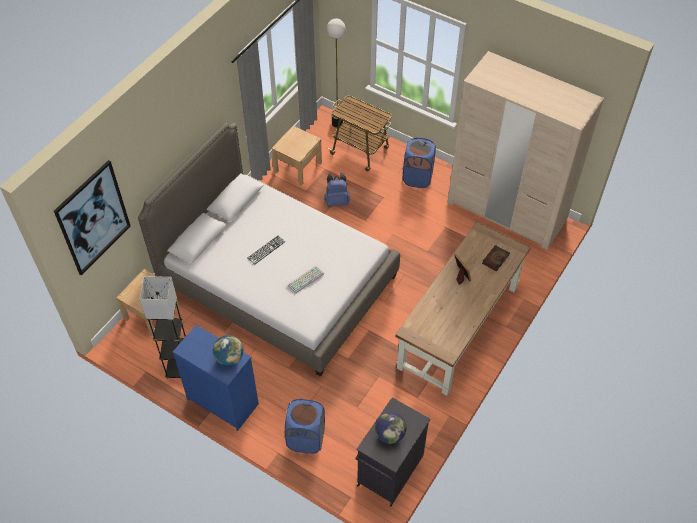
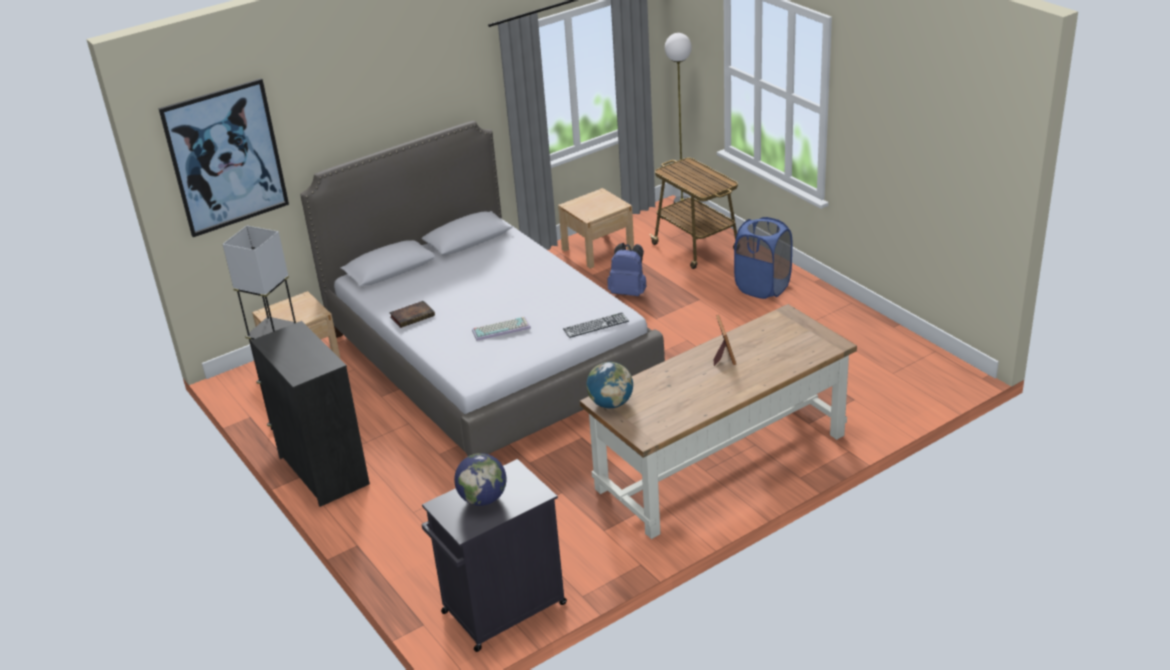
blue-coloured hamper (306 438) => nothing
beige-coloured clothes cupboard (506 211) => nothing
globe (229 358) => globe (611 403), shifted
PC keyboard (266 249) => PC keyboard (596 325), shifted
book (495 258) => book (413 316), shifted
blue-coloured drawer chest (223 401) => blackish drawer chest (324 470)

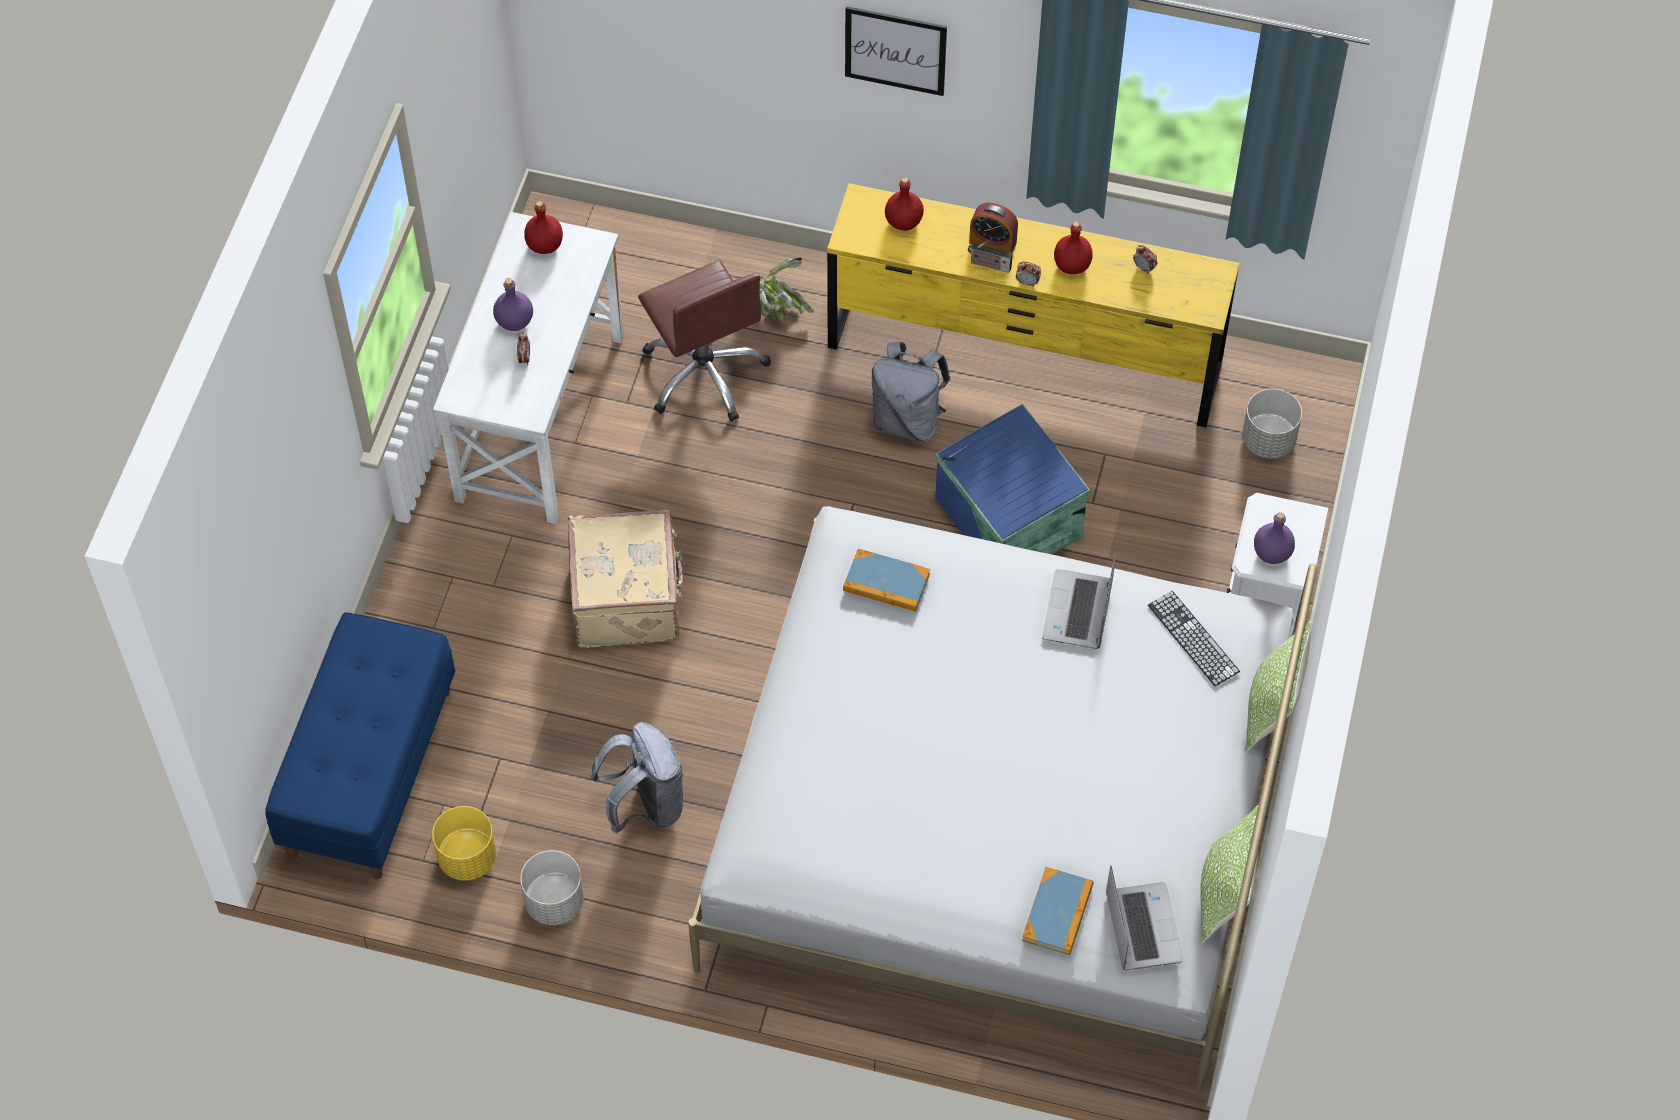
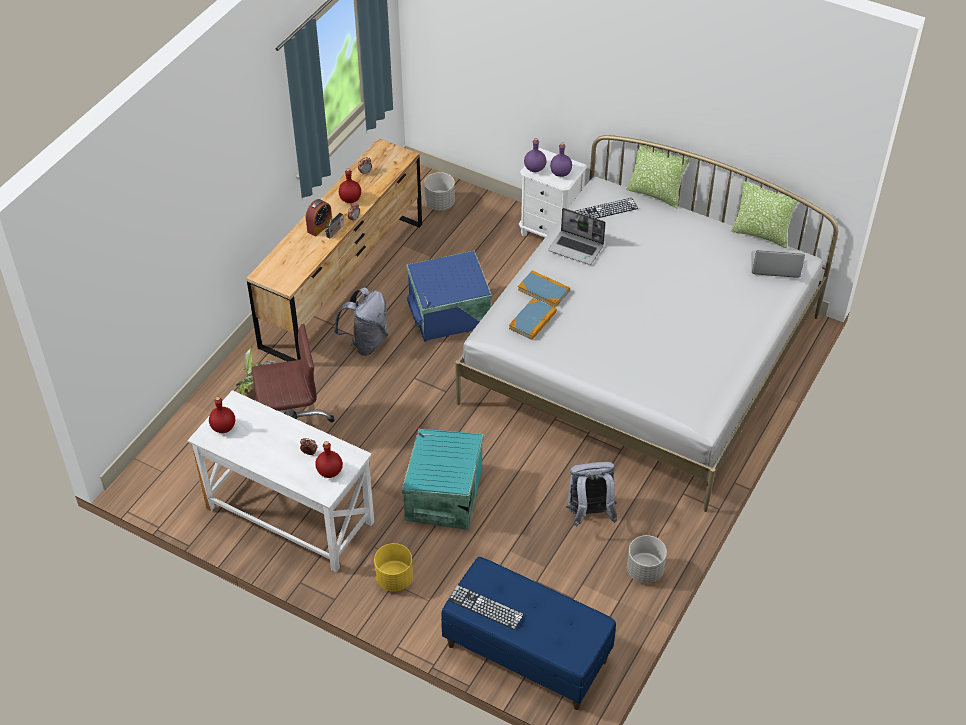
wall picture (895 50) => nothing
nothing => PC keyboard (486 607)
yellow-coloured plant pot (467 857) => yellow-coloured plant pot (394 579), shifted
purple drink bottle (514 322) => purple drink bottle (535 169), shifted
red-coloured drink bottle (903 221) => red-coloured drink bottle (329 472), shifted
book (1057 913) => book (543 290), shifted
beige-coloured suitcase (628 599) => turquoise-coloured storage bin (442 495)
yellow-coloured drawer chest (1024 355) => brown-coloured drawer chest (343 284)

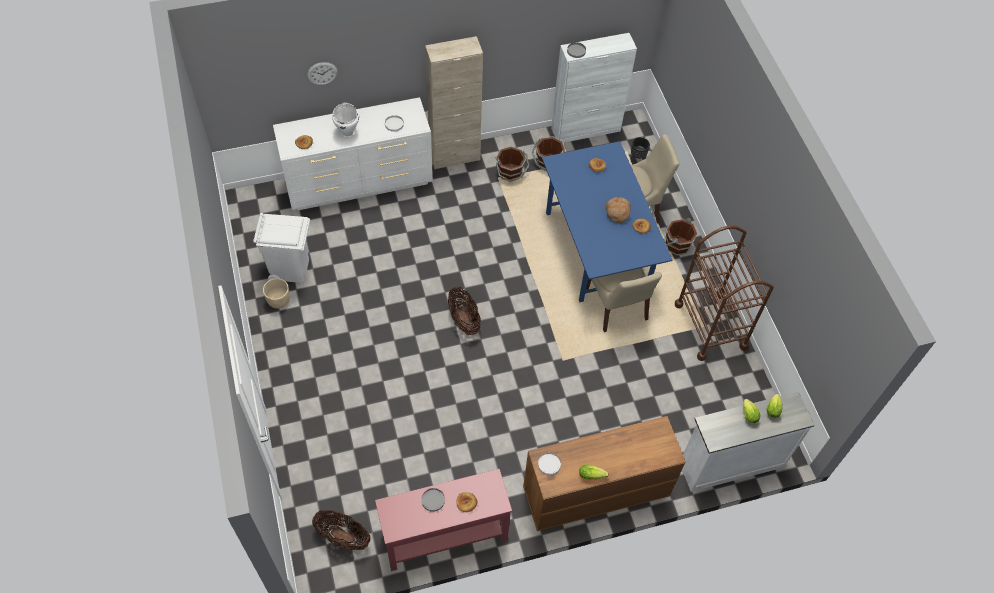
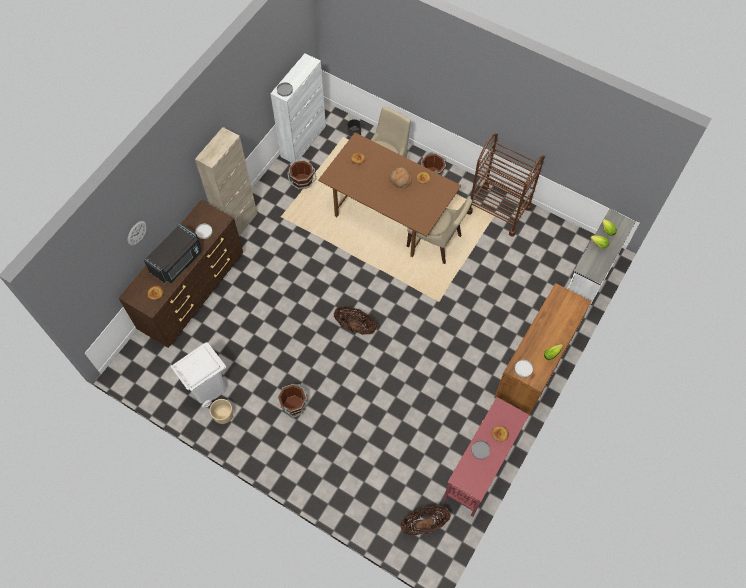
brown-coloured pail (510 173) => brown-coloured pail (294 405), shifted
whitish stockpot (348 132) => blackish microwave oven (178 261)
whitish drawer chest (360 183) => brown-coloured drawer chest (193 292)
blue-coloured kitchen table (595 248) => brown-coloured kitchen table (387 215)

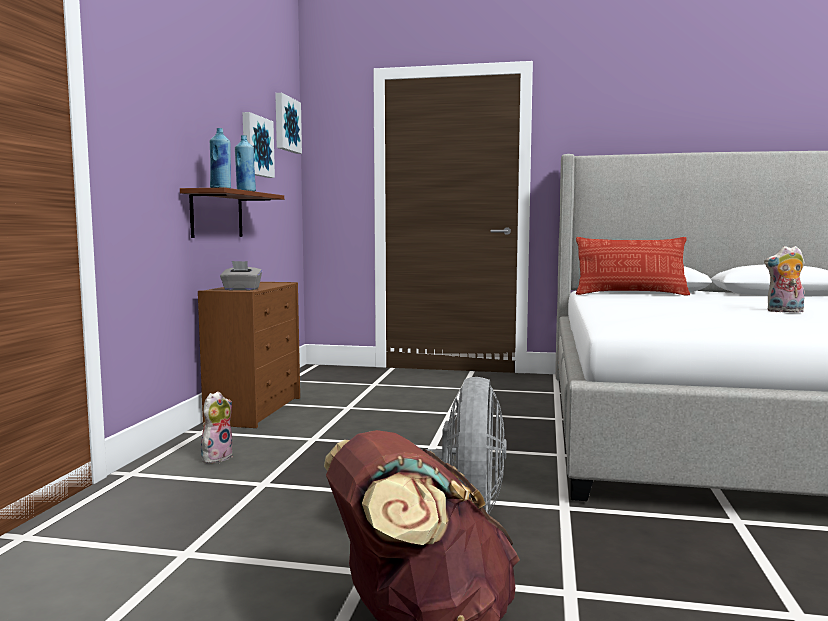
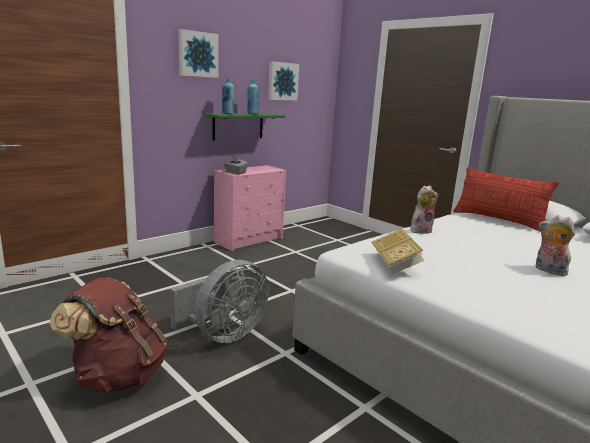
nothing => book (395 263)
cuddly toy (216 457) => cuddly toy (420 230), shifted
wall picture (286 124) => wall picture (197 54), shifted
brown-coloured shelf (217 214) => green-coloured shelf (238 126)
brown-coloured drawer chest (255 410) => pink drawer chest (249 240)

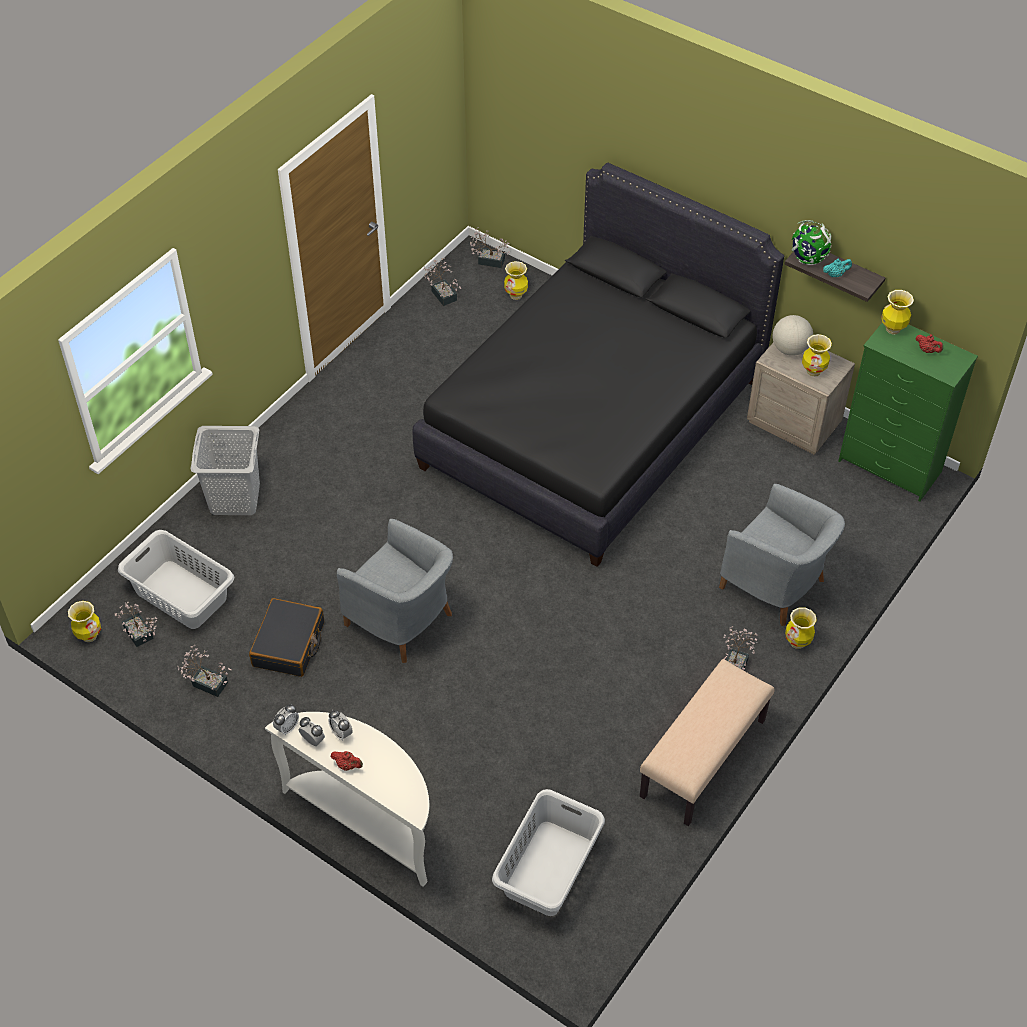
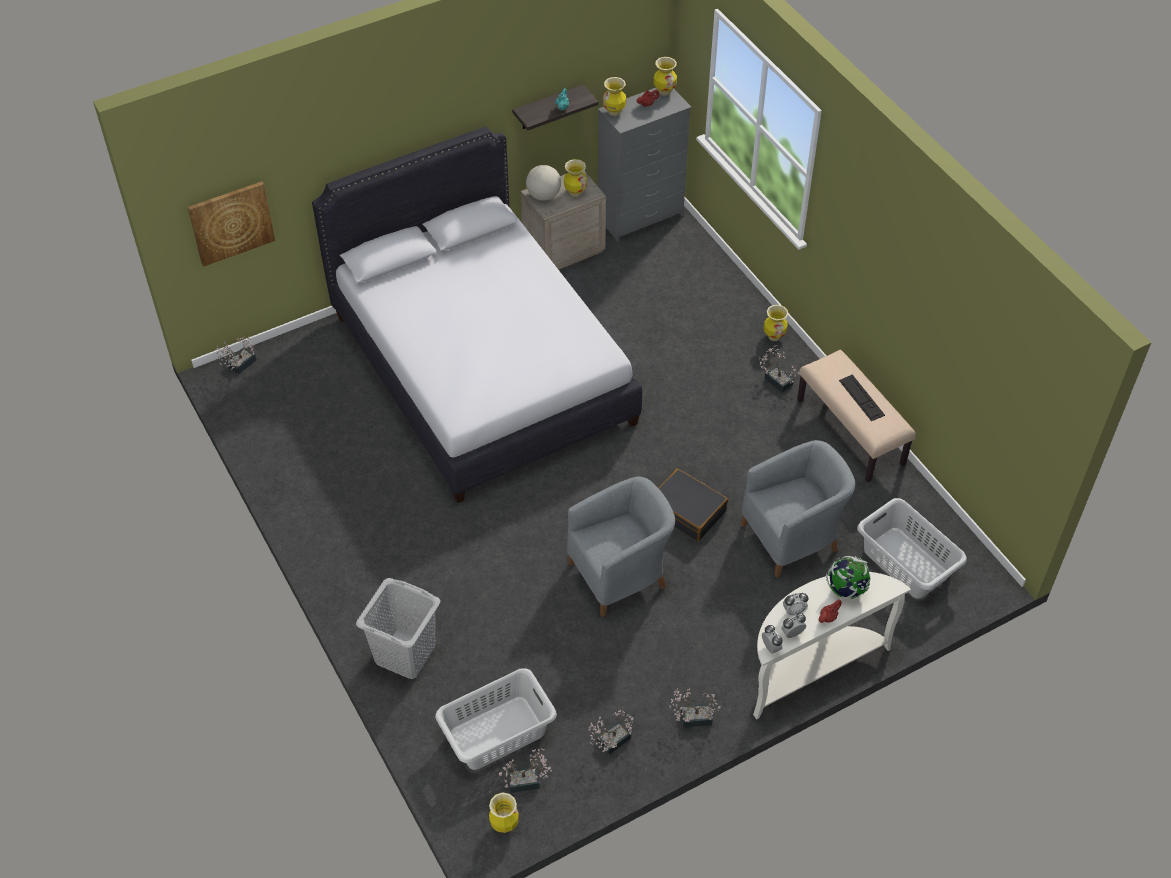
nothing => wall picture (231 222)
nothing => PC keyboard (861 398)
blackish suitcase (289 644) => blackish suitcase (687 511), shifted
houseplant (443 293) => houseplant (692 717), shifted
vase (516 295) => vase (664 91), shifted
greyish easy chair (776 586) => greyish easy chair (793 536), shifted
globe (808 259) => globe (846 590), shifted
blackish bedroom bed (592 422) => whitish bedroom bed (482 369)
green-coloured drawer chest (890 467) => greyish drawer chest (641 217)

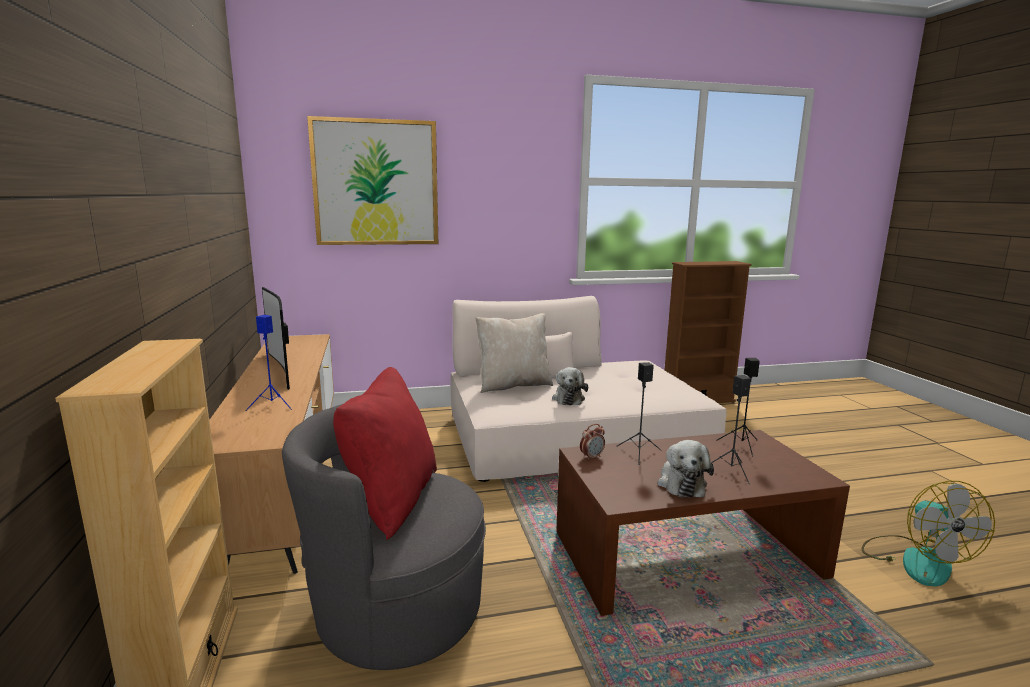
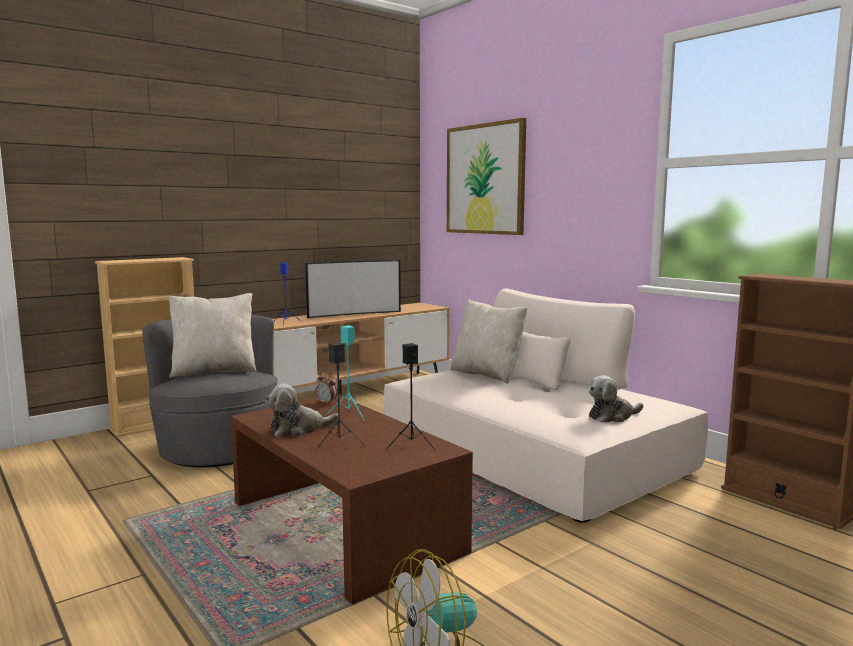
cuddly toy (568 398) => cuddly toy (612 416), shifted
red-coloured cushion (391 500) => beige-coloured cushion (214 371)
blackish loudspeaker (639 453) => turquoise-coloured loudspeaker (348 414)
TV (283 369) => TV (354 314), 150 degrees counterclockwise

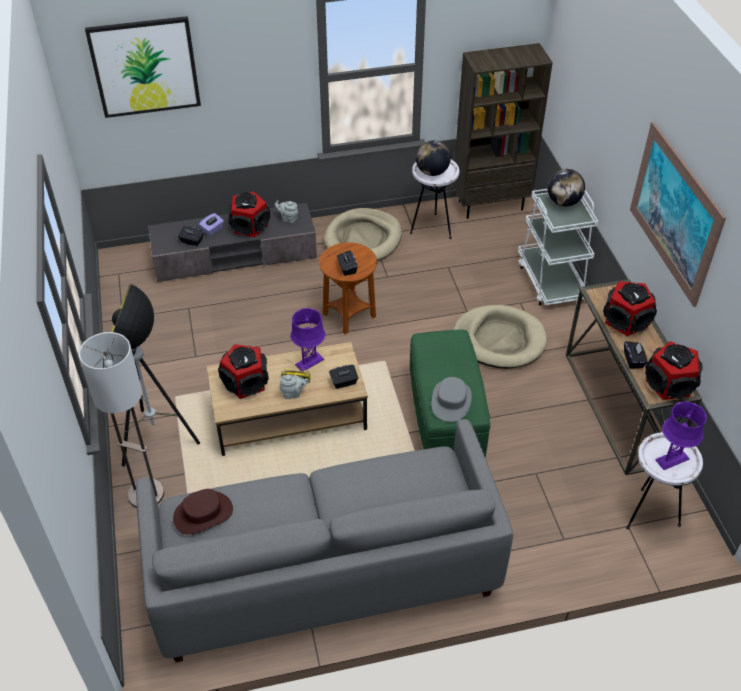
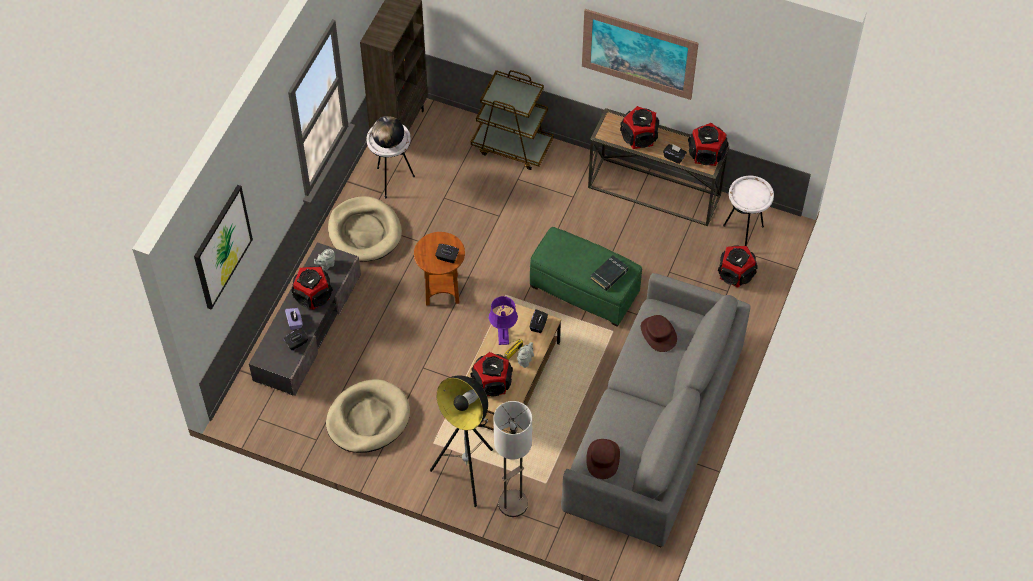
globe (563 202) => nothing
purple tabletop lamp (672 460) => nothing
nothing => brown-coloured wearable hat (658 334)
nothing => loudspeaker (736 273)
beige-coloured dog bed (499 340) => beige-coloured dog bed (368 419), shifted
greyish wearable hat (451 401) => blackish book (609 275)
whitish wheeled cart (551 281) => brown-coloured wheeled cart (512 146)

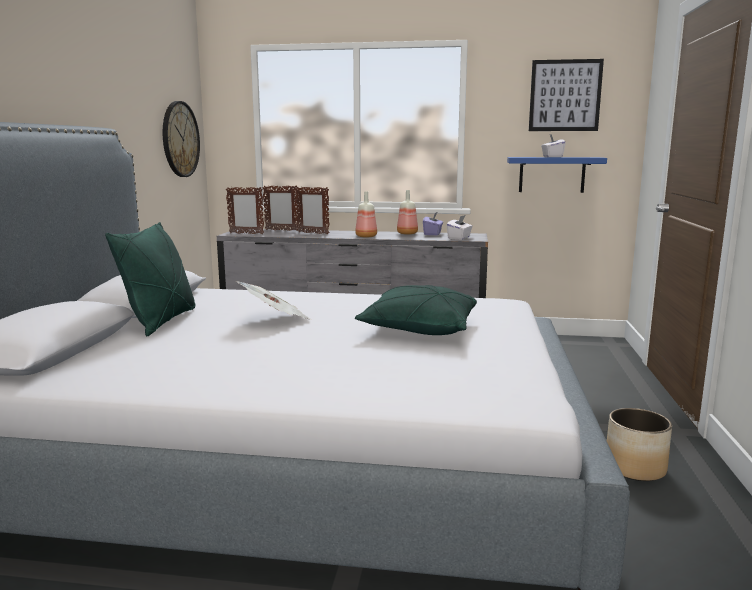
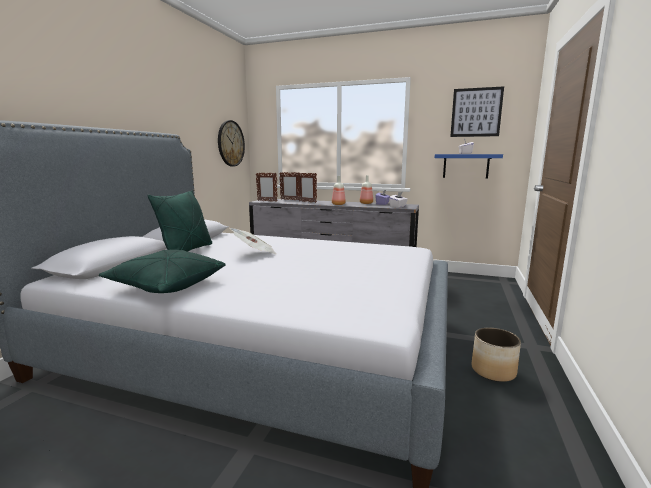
green-coloured cushion (419 329) => green-coloured cushion (166 285), shifted

